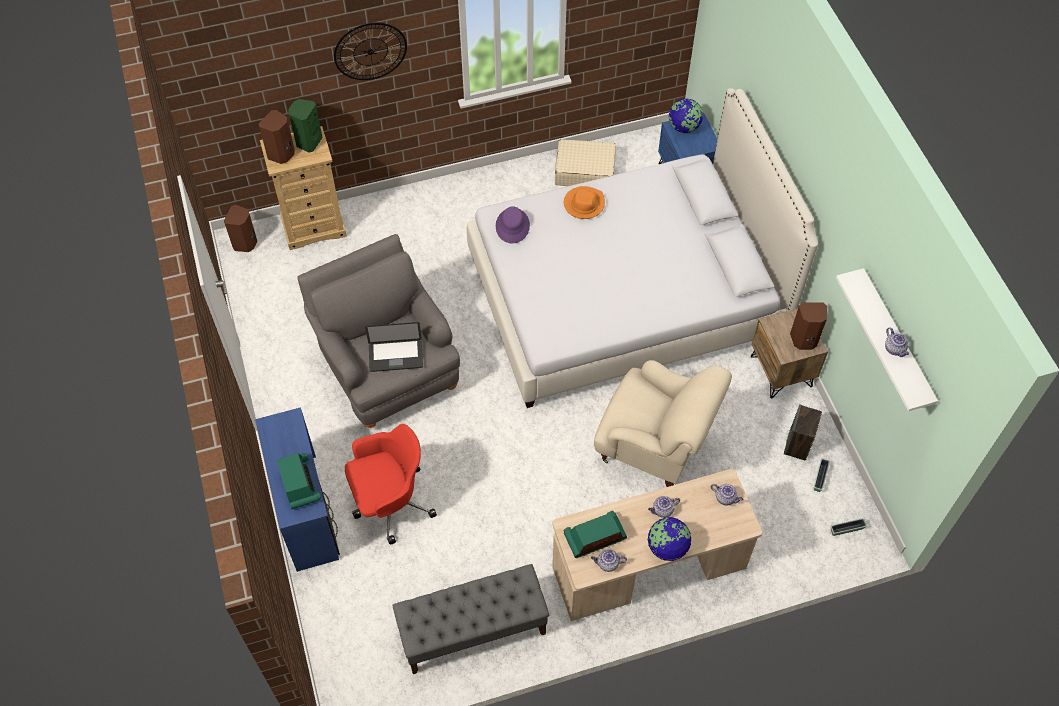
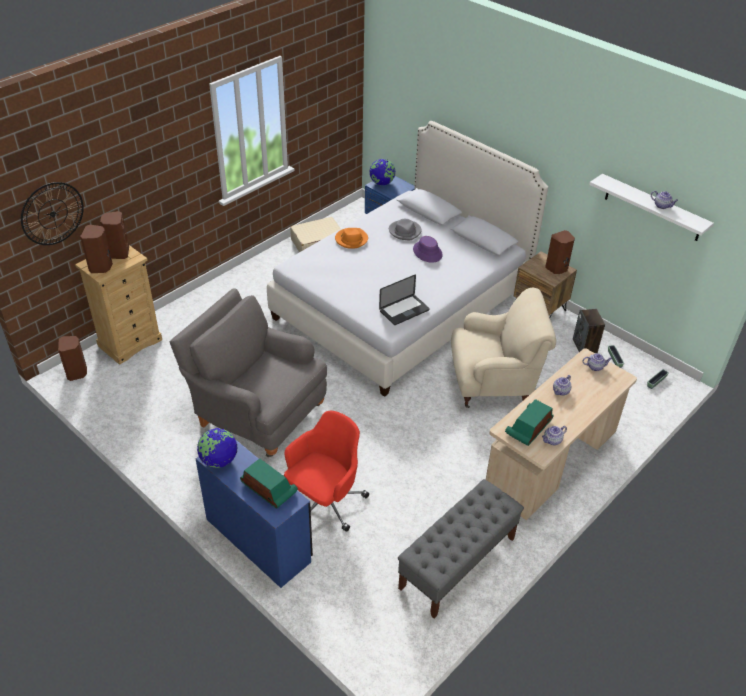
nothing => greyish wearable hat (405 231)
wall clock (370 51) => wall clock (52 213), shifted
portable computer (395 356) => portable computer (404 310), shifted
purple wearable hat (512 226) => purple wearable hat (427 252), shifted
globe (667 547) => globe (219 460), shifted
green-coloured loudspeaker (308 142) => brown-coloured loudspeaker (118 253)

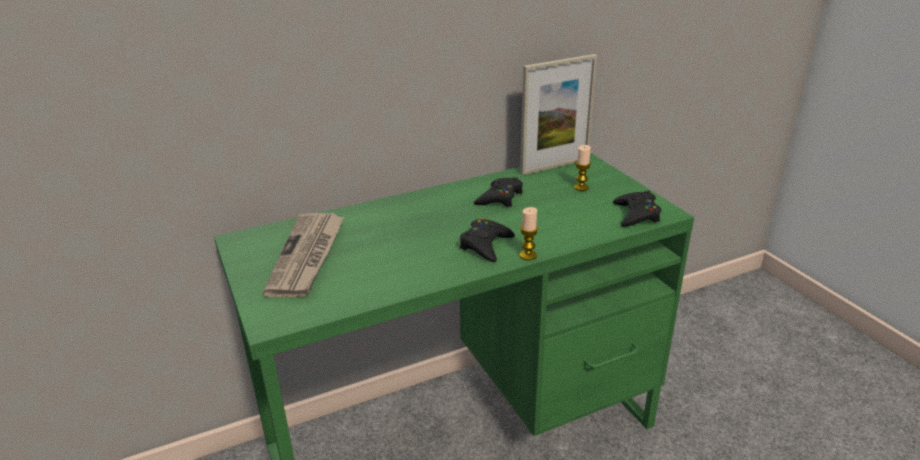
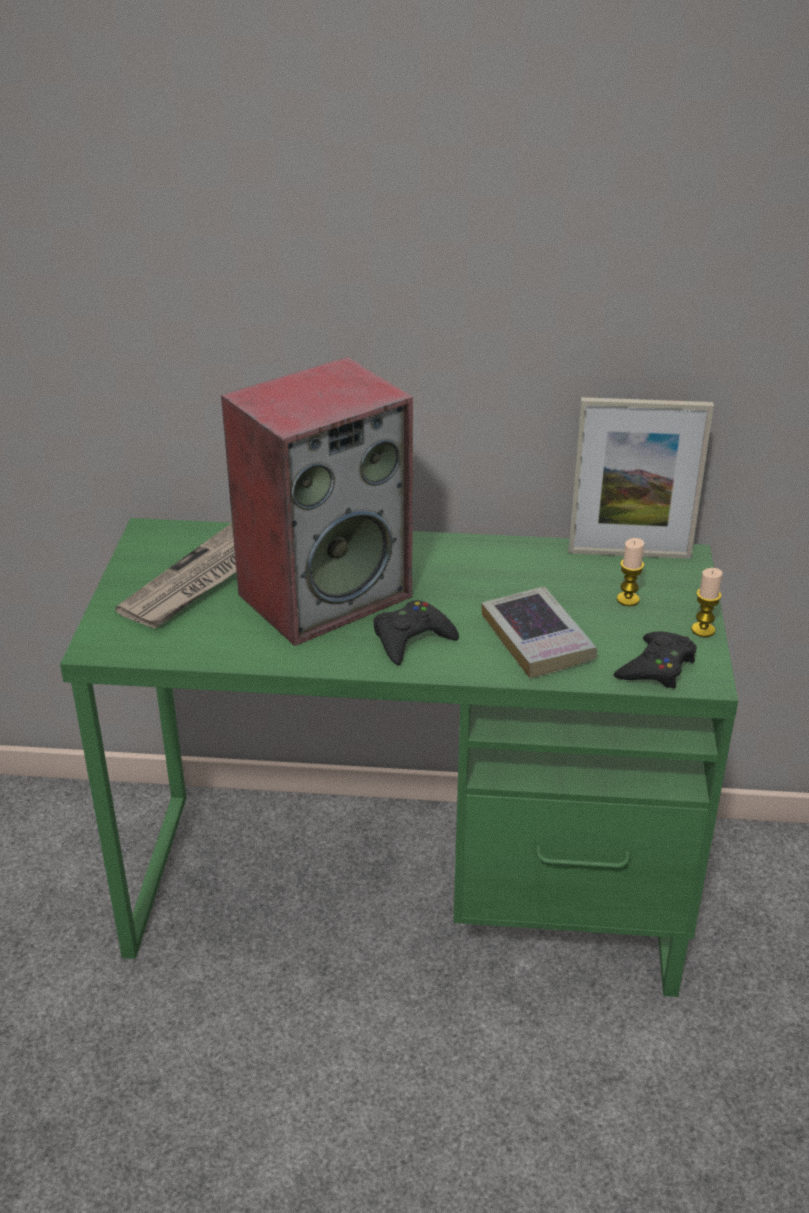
blackish joypad (500 198) => nothing
nothing => loudspeaker (325 593)
nothing => book (537 639)
wax candle (528 255) => wax candle (703 630), shifted

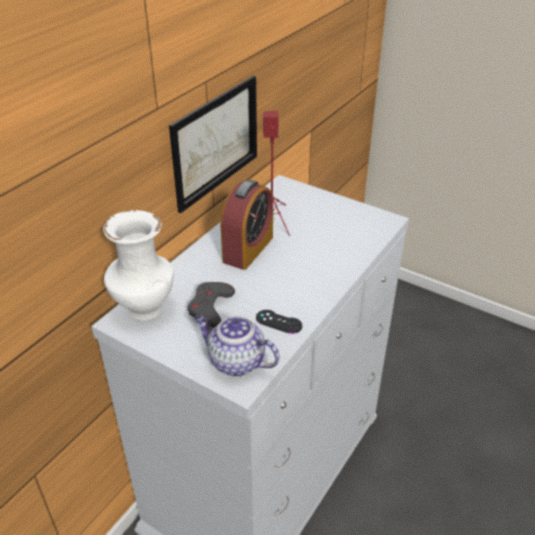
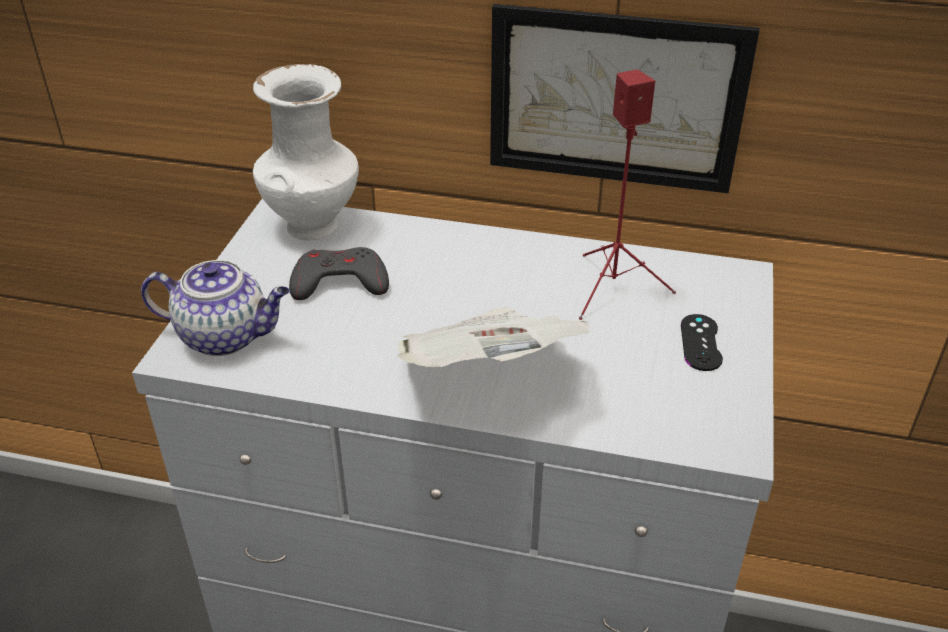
alarm clock (248 249) => nothing
nothing => daily paper (490 374)
blackish joypad (279 322) => blackish joypad (701 342), shifted
pot for tea (235 362) => pot for tea (226 336), 90 degrees clockwise

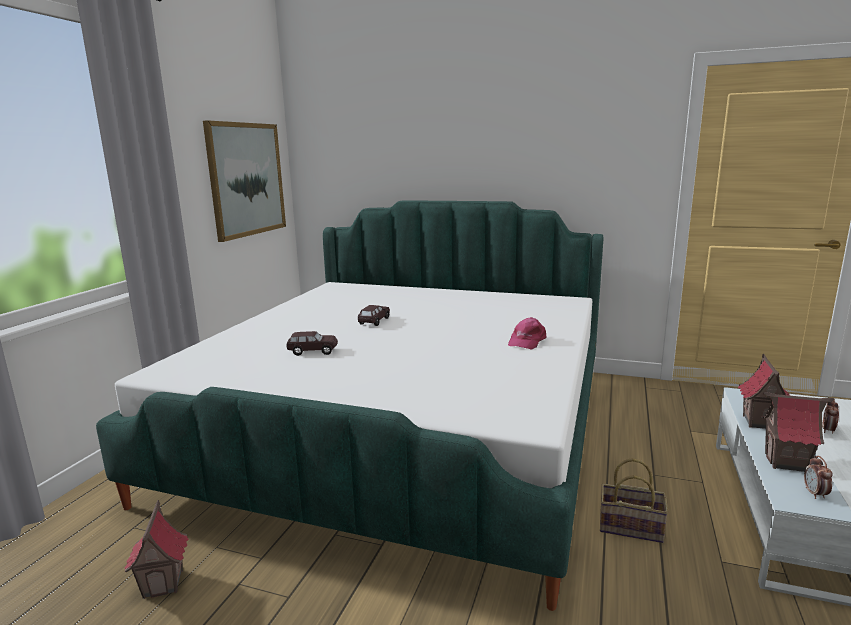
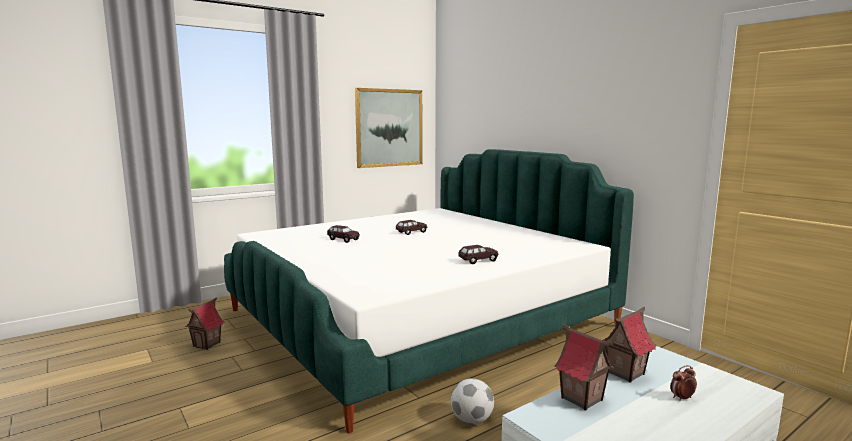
alarm clock (815 494) => nothing
pink baseball cap (526 341) => brown-coloured model car (478 260)
storage basket (632 527) => ball for football (472 420)

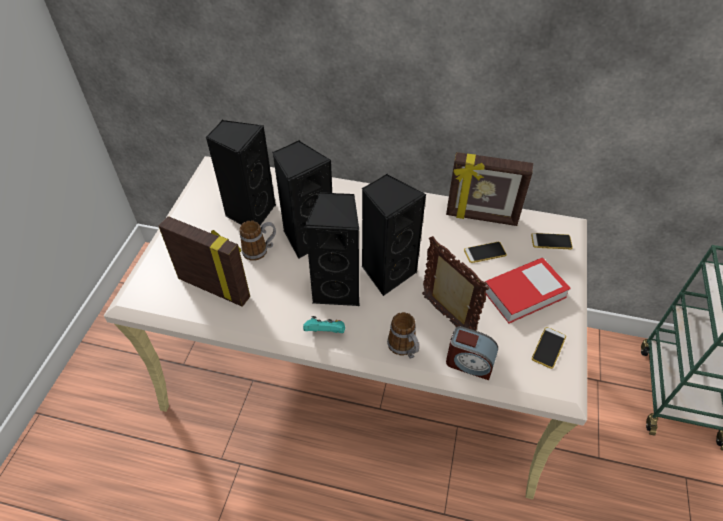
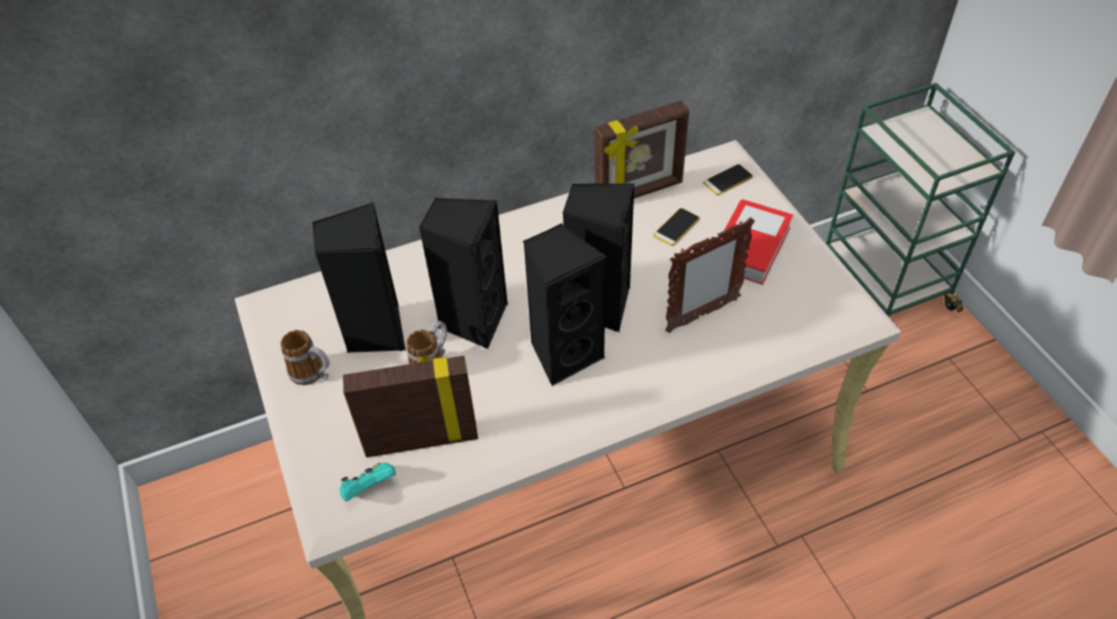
alarm clock (469 363) => nothing
telephone (548 348) => nothing
turquoise-coloured joypad (325 332) => turquoise-coloured joypad (369 489), shifted
coffee mug (404 348) => coffee mug (313 374), shifted
photo frame (446 318) => photo frame (701 315), 135 degrees clockwise

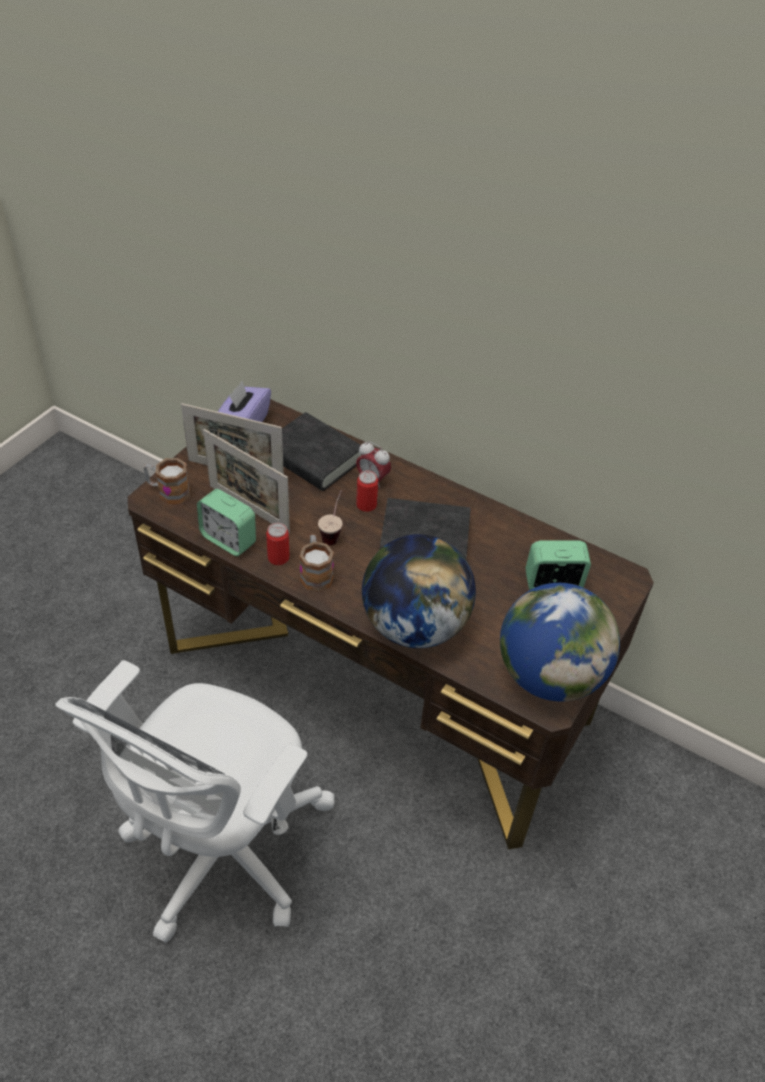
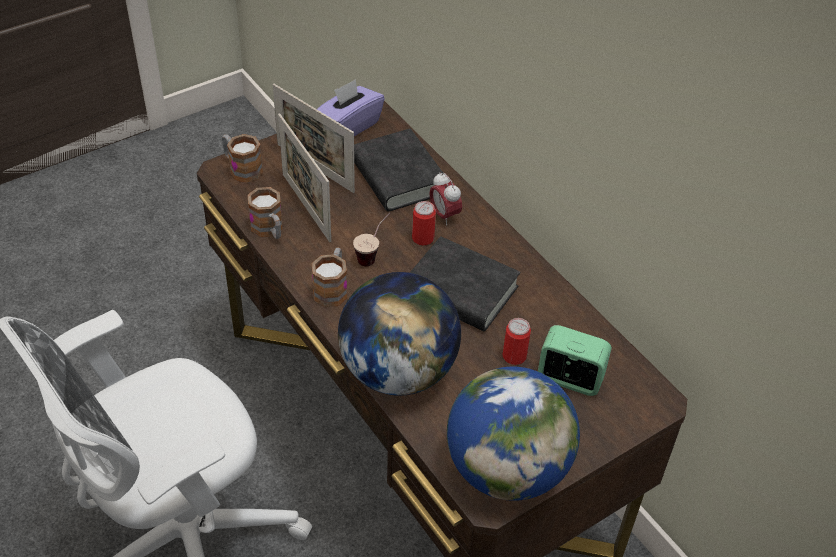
sealed can (278 557) => sealed can (514 356), shifted
alarm clock (228 539) => coffee mug (269 230)

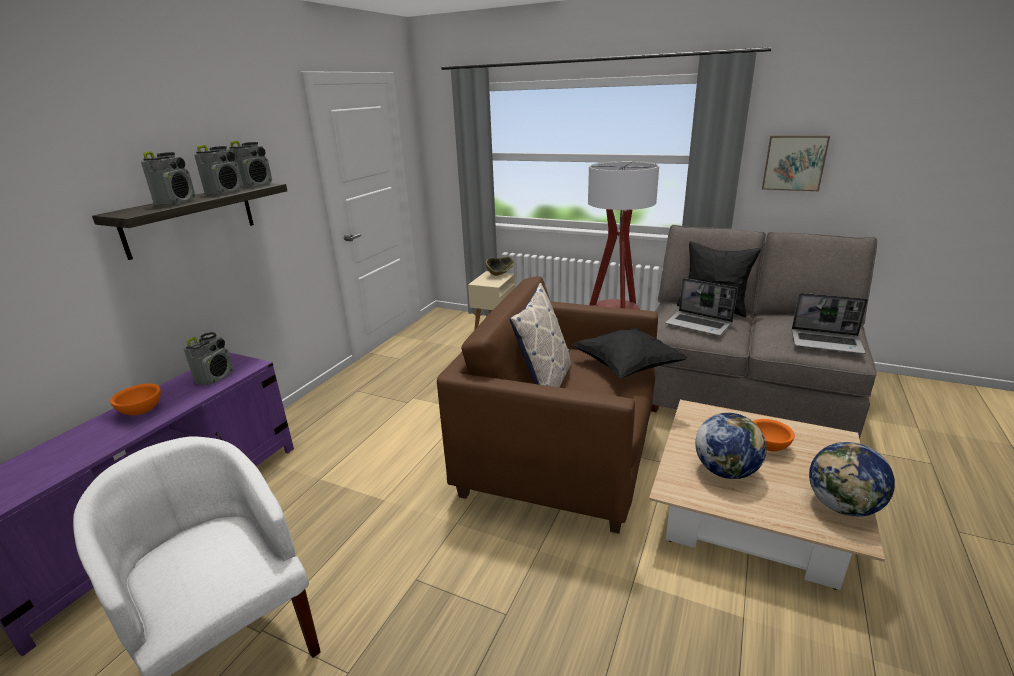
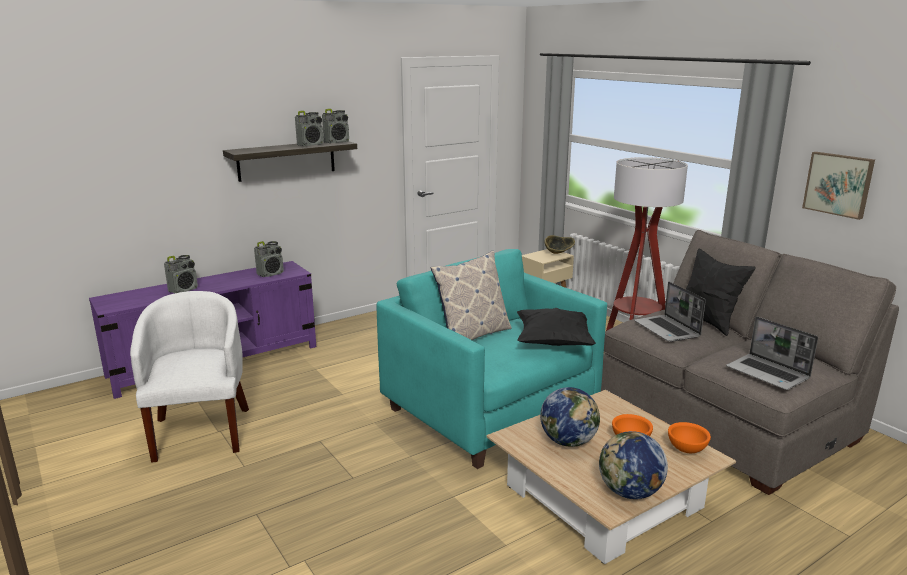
orangey serving bowl (142 411) => orangey serving bowl (687 450), shifted
radio (176 202) => radio (184 290), shifted
brown-coloured easy chair (560 458) => turquoise-coloured easy chair (490 411)

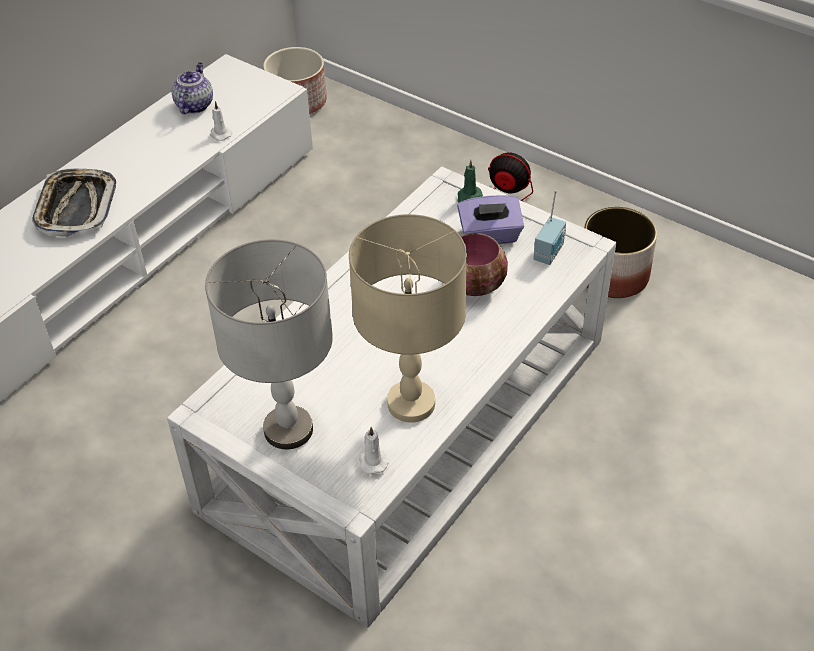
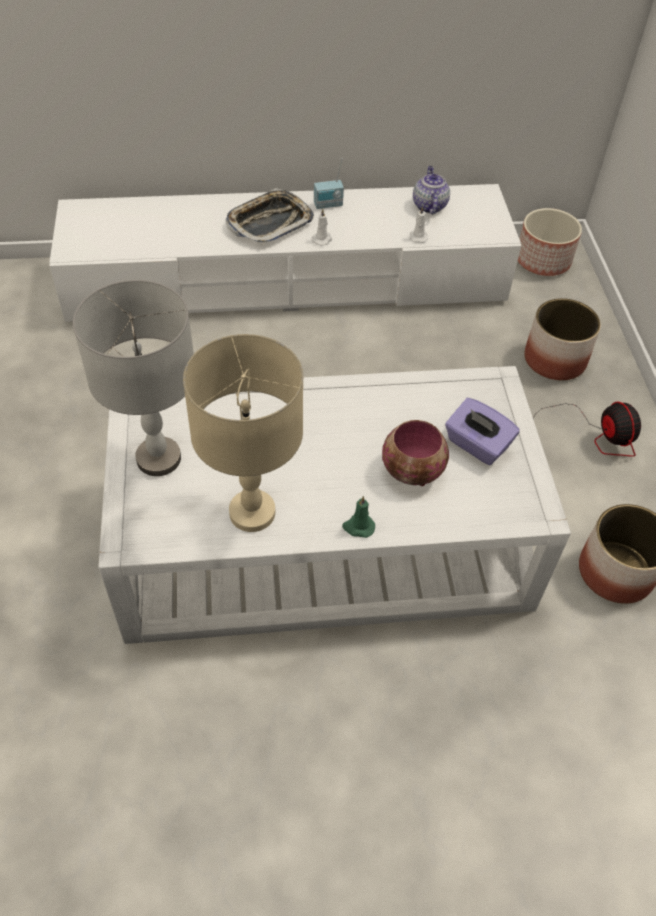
nothing => plant pot (555 360)
whitish wax candle (372 461) => whitish wax candle (322 239), shifted
green-coloured wax candle (468 196) => green-coloured wax candle (358 527), shifted
radio (550 253) => radio (328 205), shifted
pot for tea (194 105) => pot for tea (429 205), 60 degrees counterclockwise

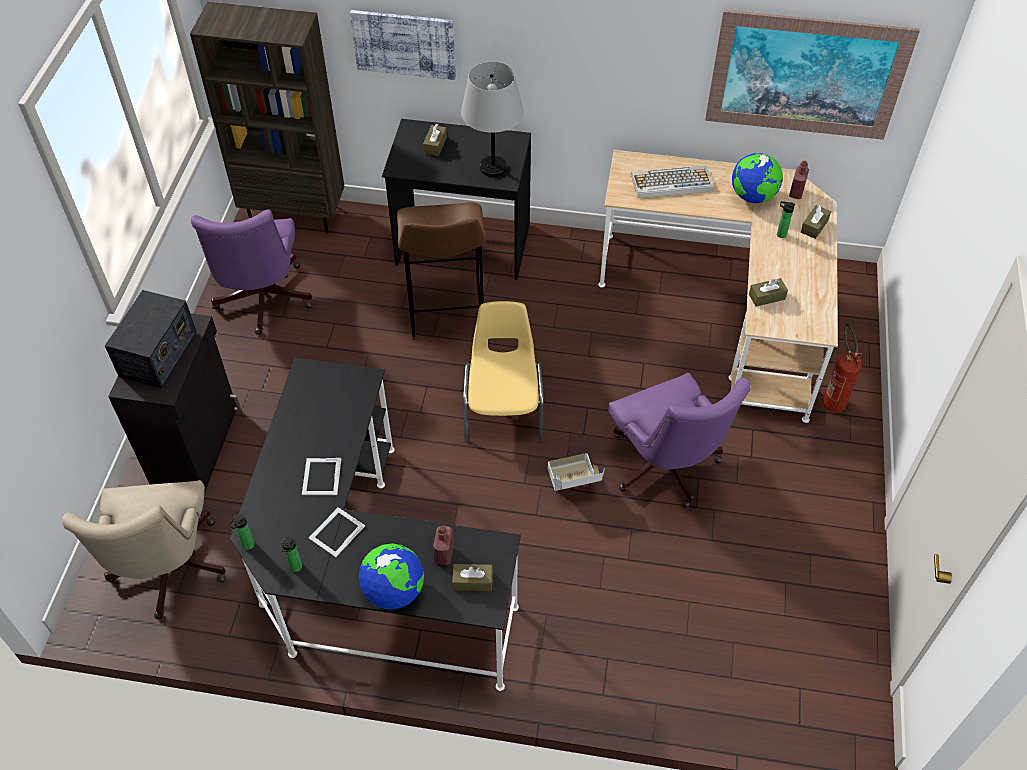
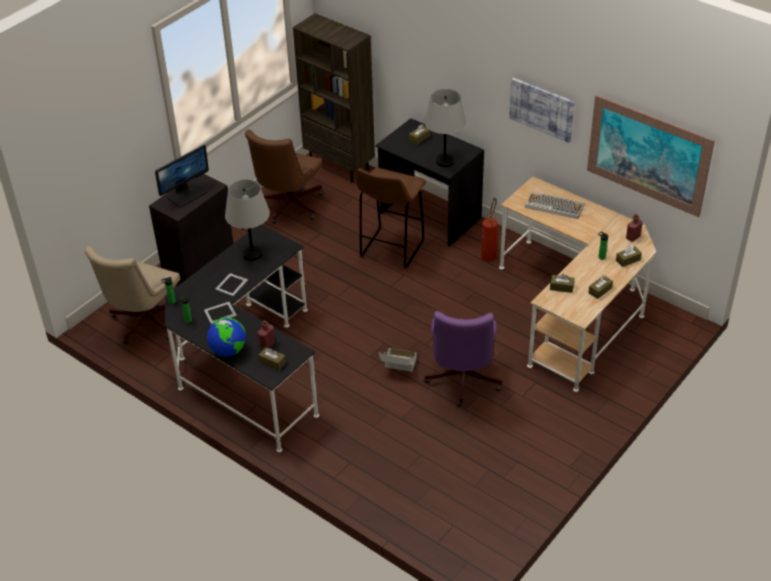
yellow-coloured plain chair (504 408) => nothing
globe (753 196) => nothing
nothing => greyish tabletop lamp (252 254)
nothing => brown-coloured box of tissues (600 290)
wall picture (404 43) => wall picture (542 109), shifted
fire-fighting cylinder (832 399) => fire-fighting cylinder (489 254), shifted
radio (158 354) => computer display (186 194)
purple office chair (262 302) => brown-coloured office chair (287 207)

